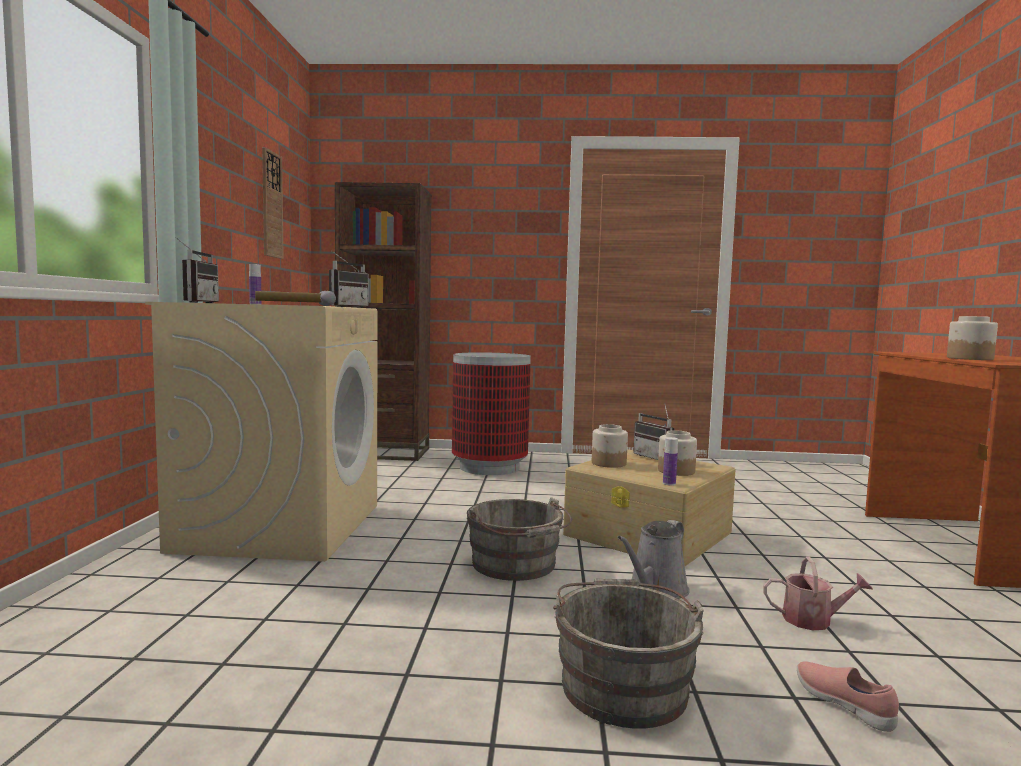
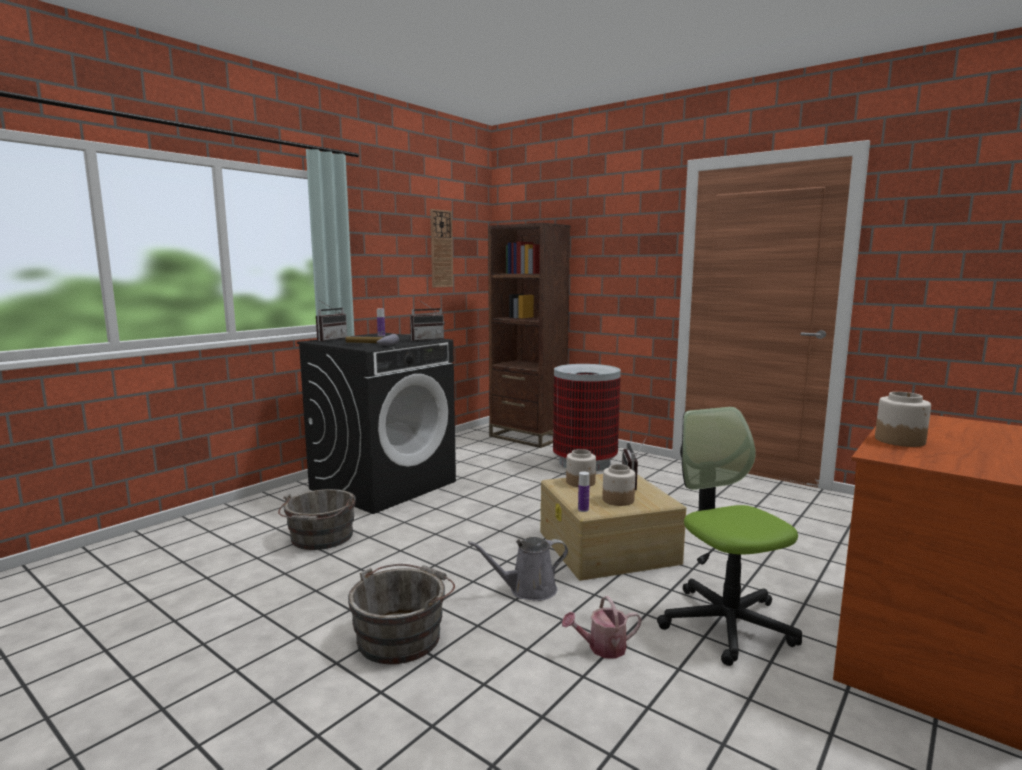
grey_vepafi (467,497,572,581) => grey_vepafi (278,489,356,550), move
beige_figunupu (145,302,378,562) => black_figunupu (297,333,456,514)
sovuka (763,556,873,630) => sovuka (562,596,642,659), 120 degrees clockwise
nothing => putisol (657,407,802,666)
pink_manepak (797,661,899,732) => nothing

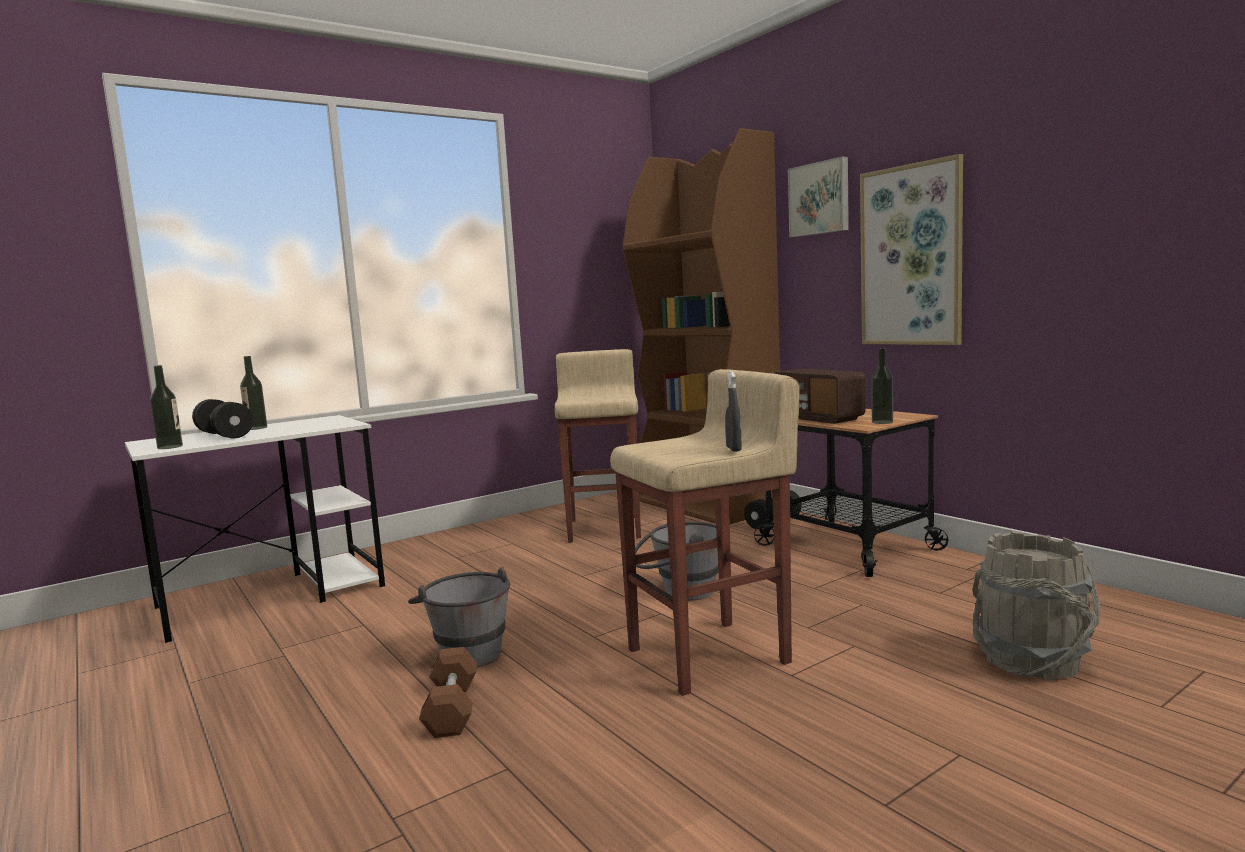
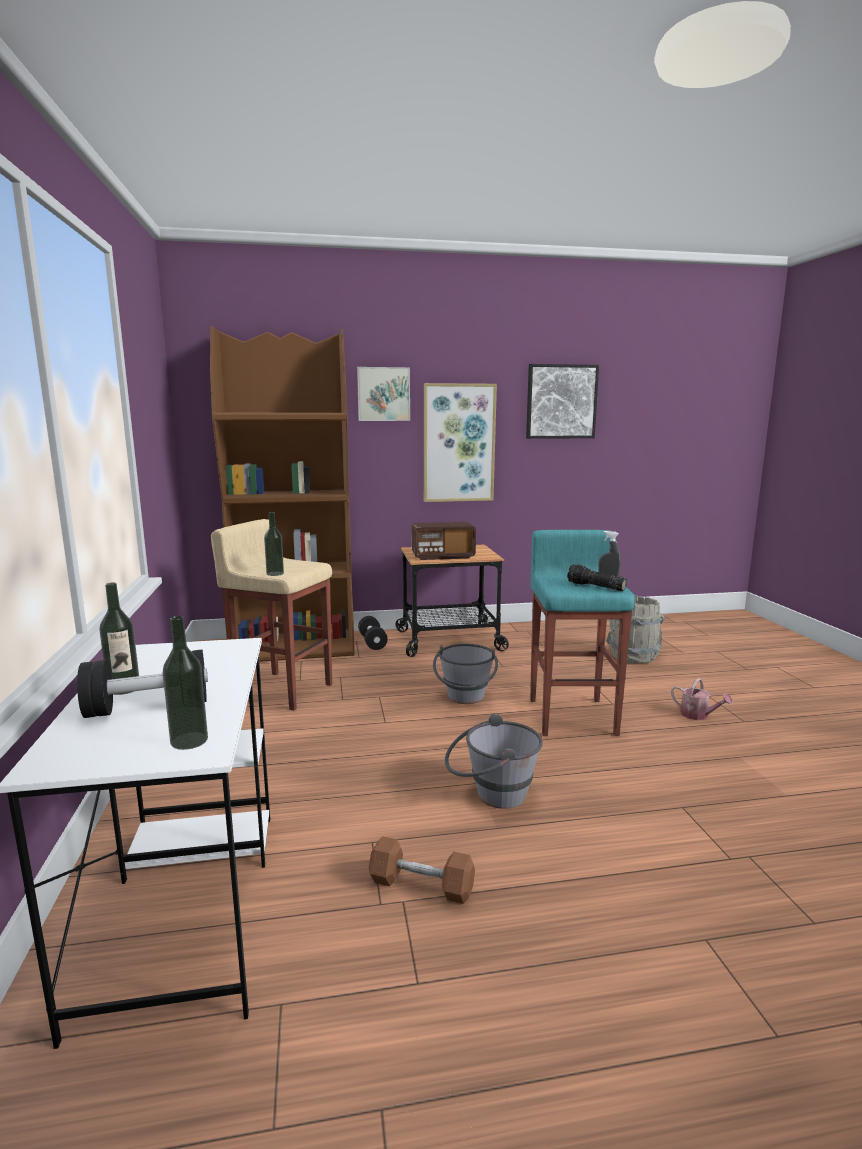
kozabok (871,348,893,424) => kozabok (264,512,284,576), move
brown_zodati (419,647,477,738) => brown_zodati (369,836,475,904), move
nothing => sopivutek (526,364,599,439)
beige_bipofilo (610,369,800,696) => turquoise_bipofilo (530,530,635,736)
nothing => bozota (567,564,627,591)
nothing => sovuka (671,678,733,720)

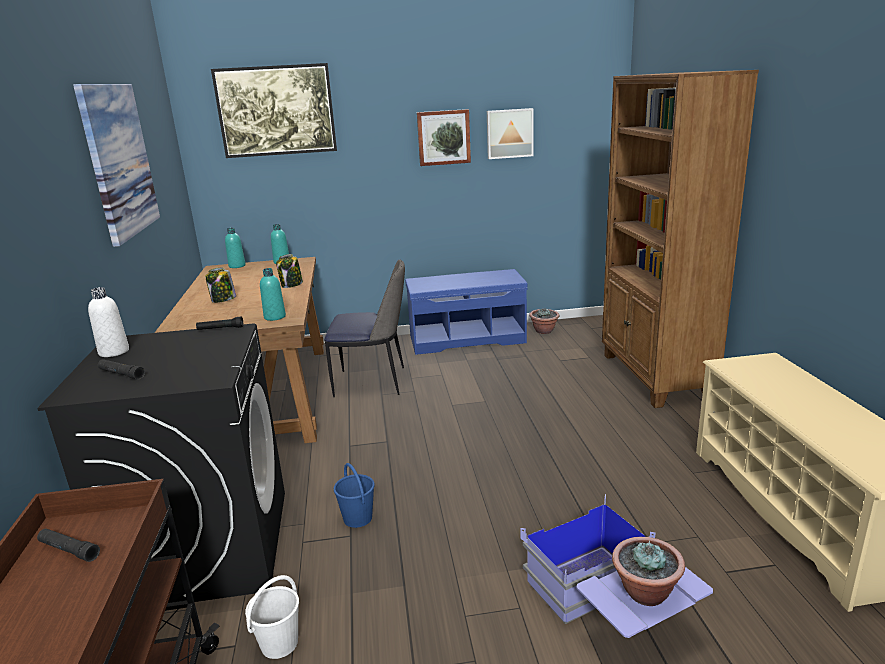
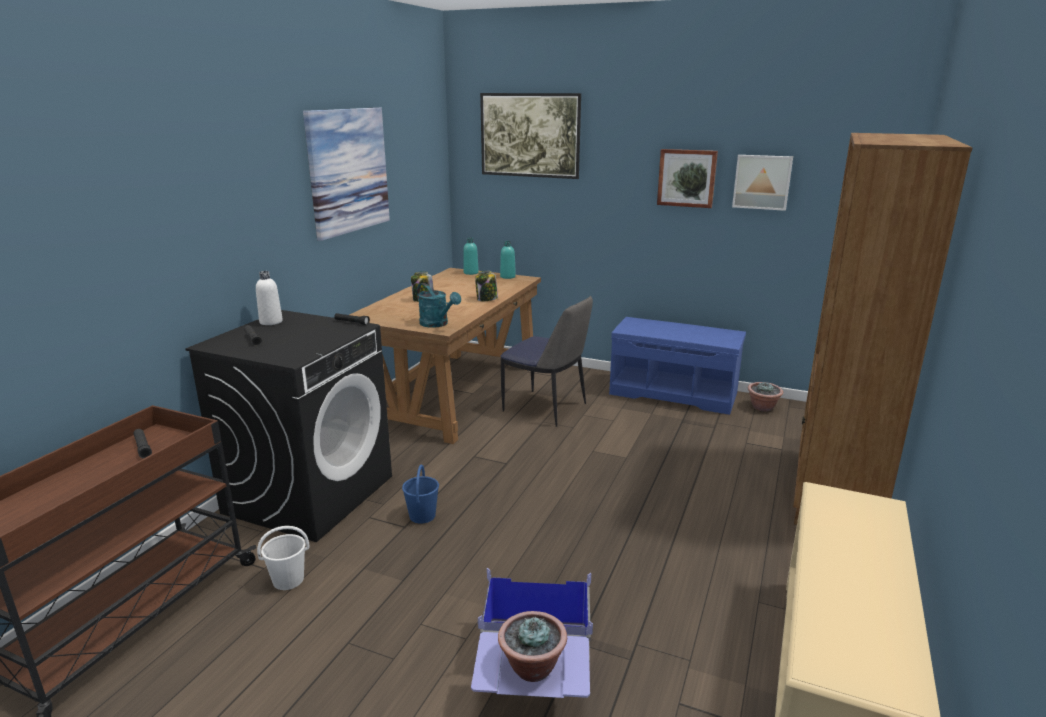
turquoise_kozabok (260,268,286,321) => turquoise_sovuka (417,283,461,328)

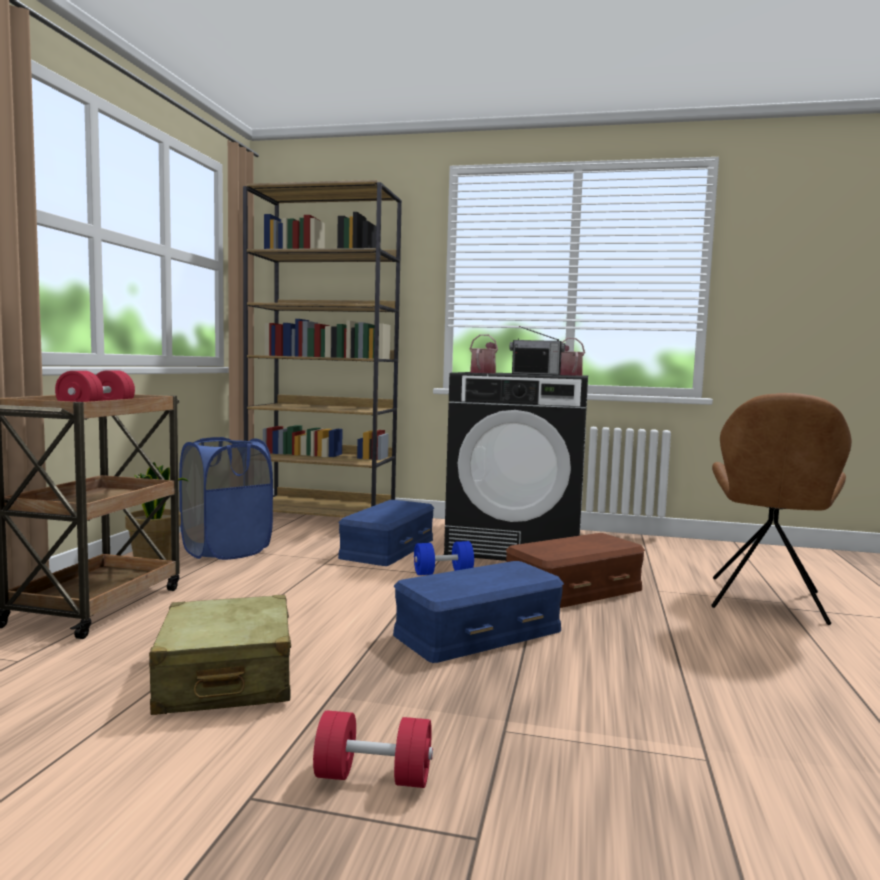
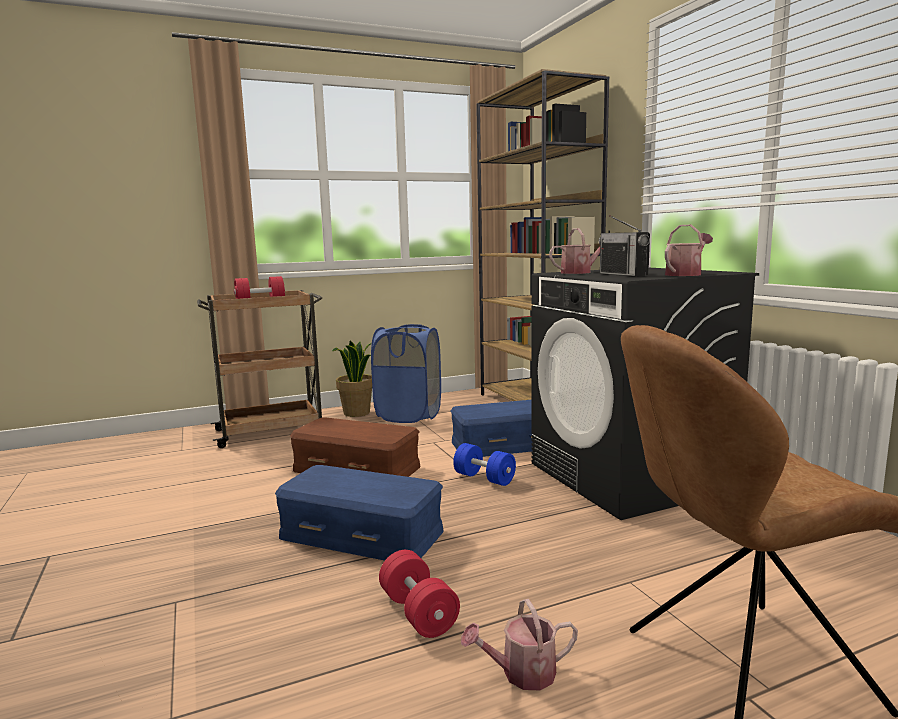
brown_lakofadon (505,533,645,608) => brown_lakofadon (290,418,420,477), move
red_zodati (313,710,433,788) => red_zodati (379,550,460,638), move
nothing => sovuka (461,599,578,690)
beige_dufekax (149,595,291,715) => nothing

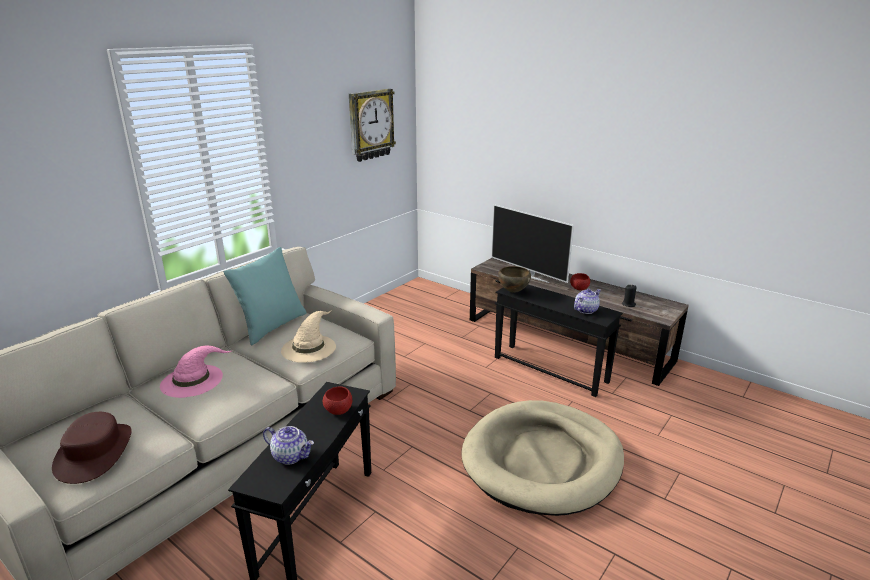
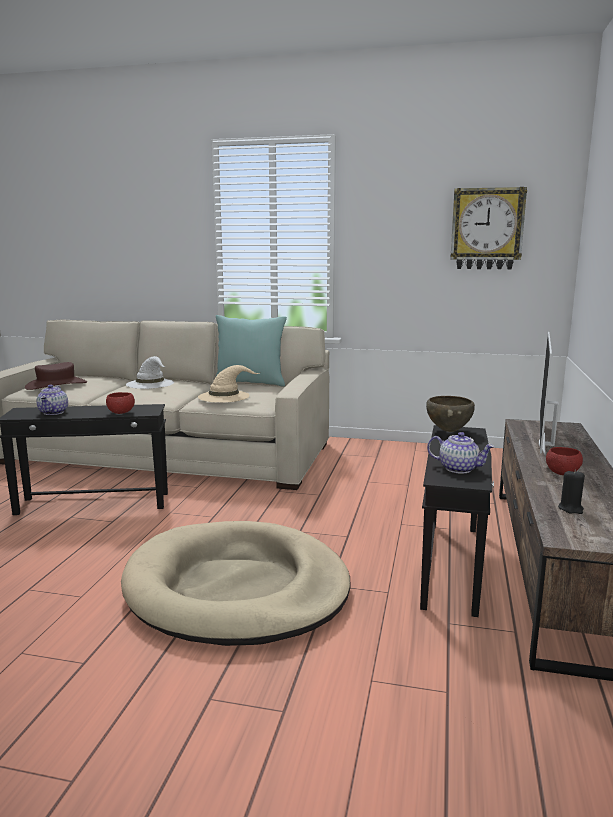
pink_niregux (160,345,232,398) => white_niregux (126,356,174,389)

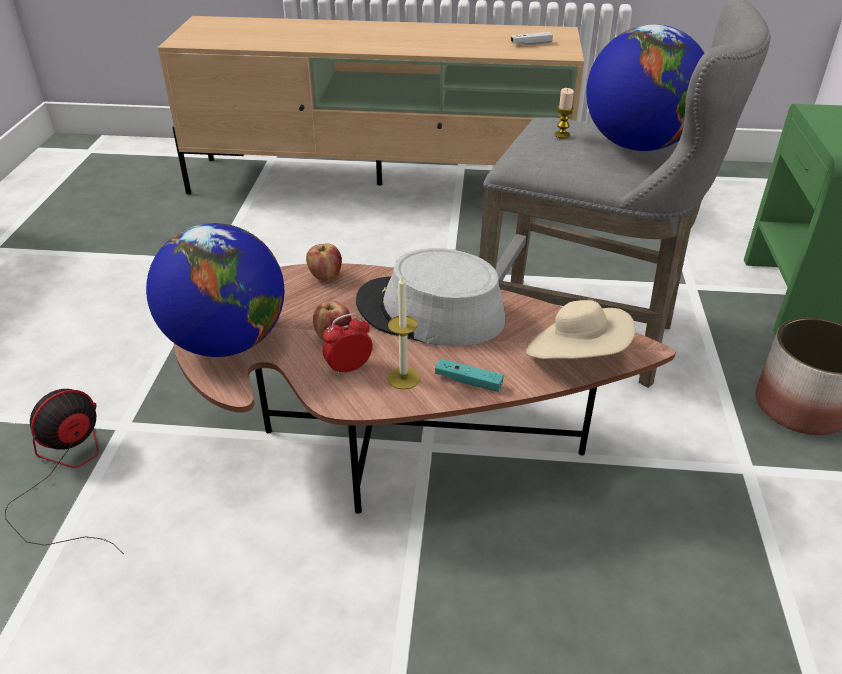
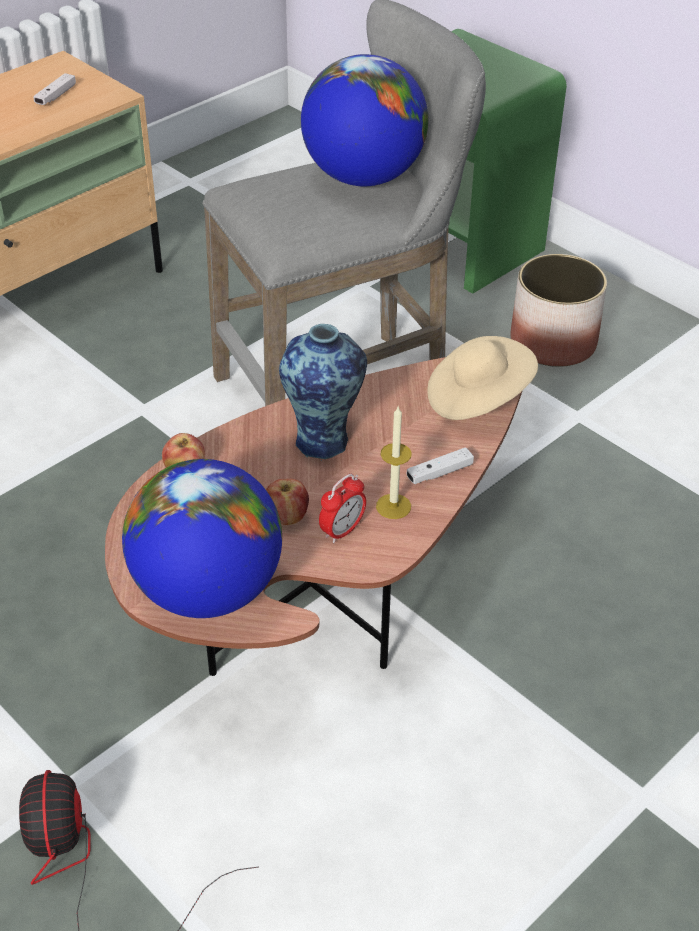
grey_niregux (356,248,506,346) => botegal (279,324,367,461)
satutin (323,313,373,376) => satutin (319,474,366,543), 150 degrees counterclockwise
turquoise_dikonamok (435,359,504,392) => white_dikonamok (407,447,474,484)
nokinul (555,88,574,139) => nothing

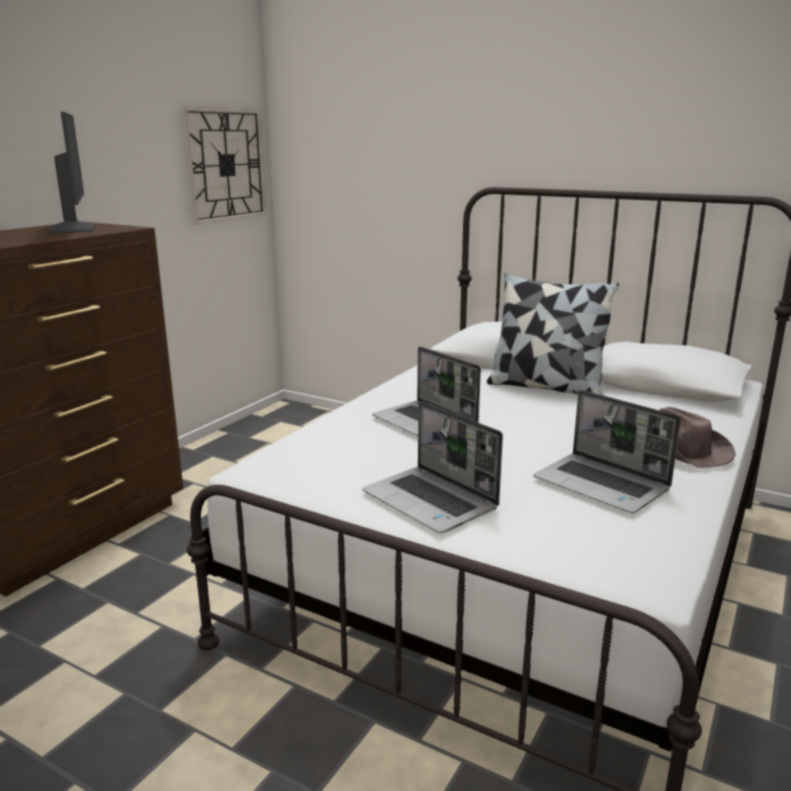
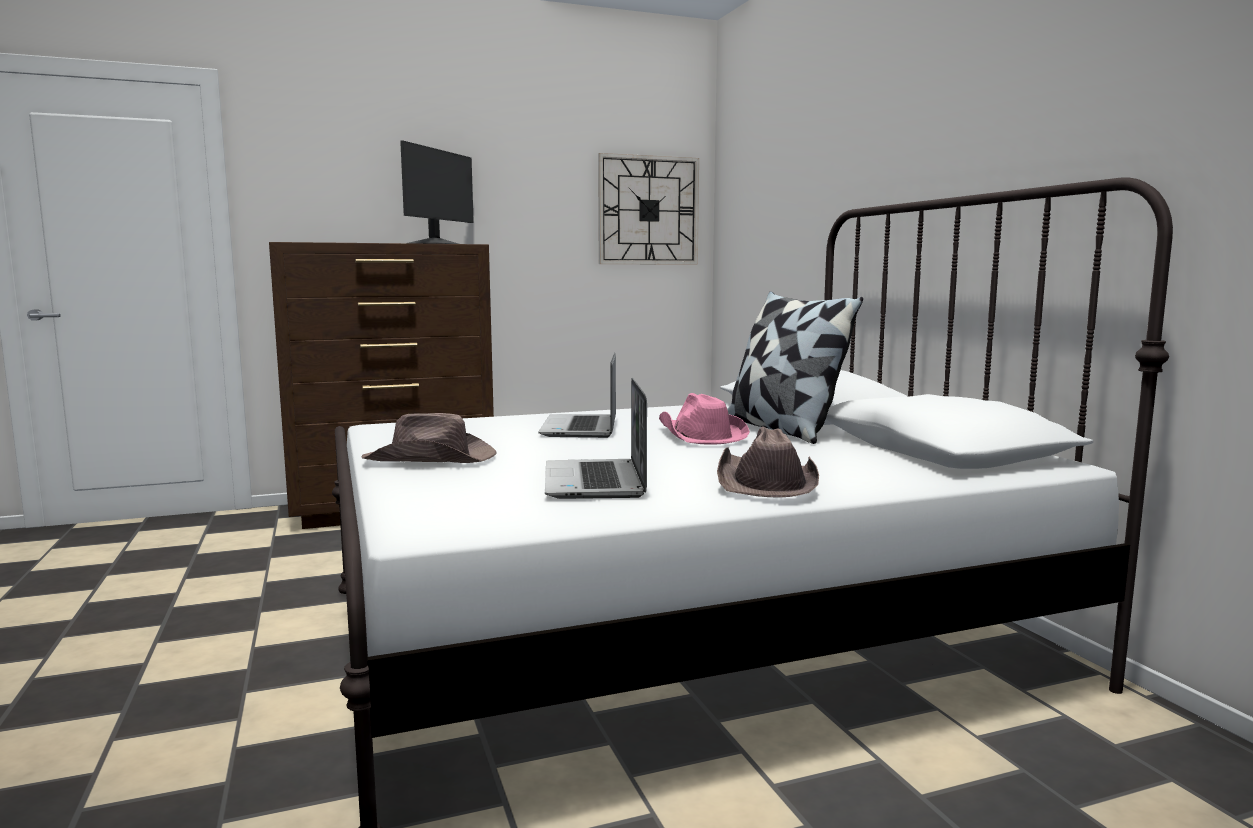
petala (362,401,503,533) => brown_niregux (361,413,496,463)
nothing => pink_niregux (659,393,750,445)

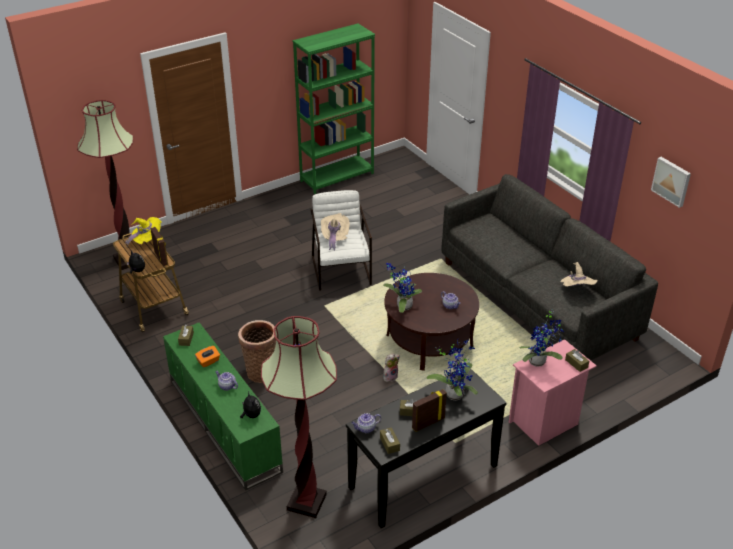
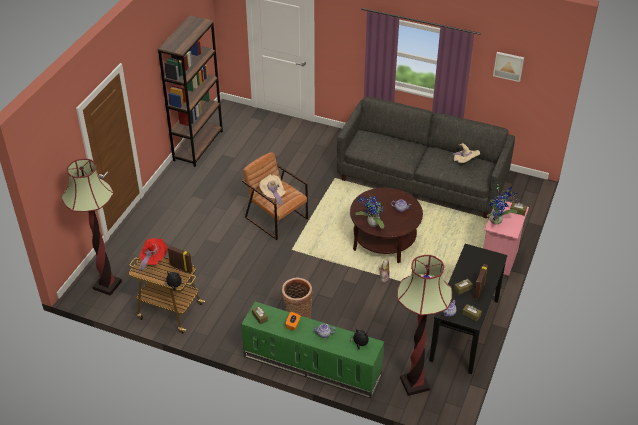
yellow_niregux (125,217,162,246) => red_niregux (139,238,167,272)
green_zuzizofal (293,24,375,194) => brown_zuzizofal (158,15,223,167)
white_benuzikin (310,190,372,291) => brown_benuzikin (242,152,308,240)
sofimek (426,341,478,401) => nothing

